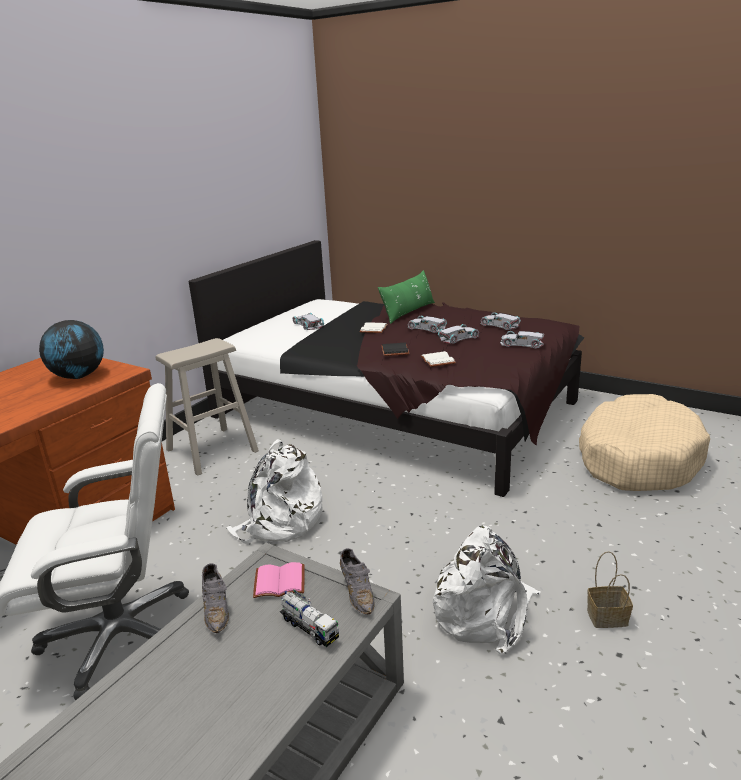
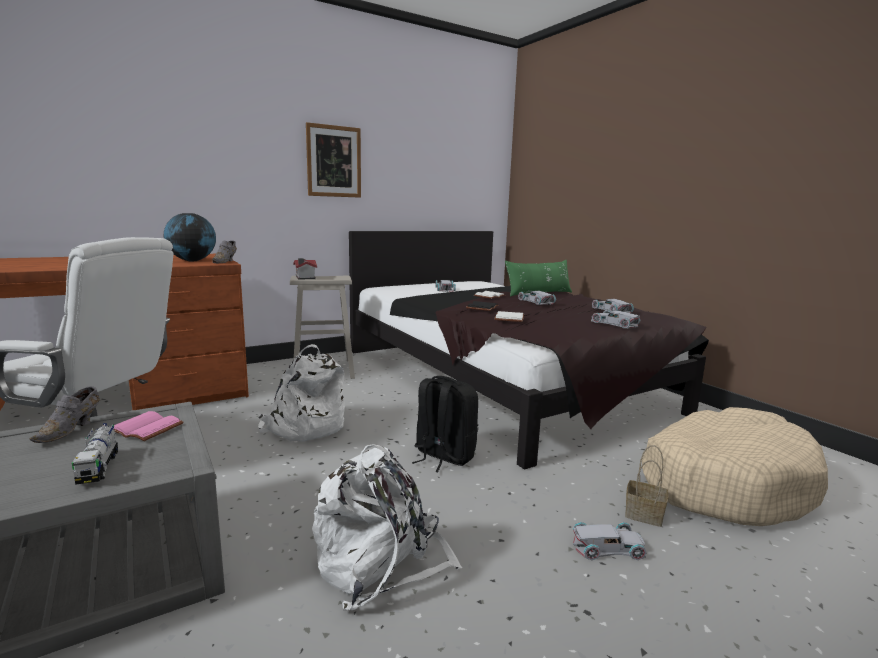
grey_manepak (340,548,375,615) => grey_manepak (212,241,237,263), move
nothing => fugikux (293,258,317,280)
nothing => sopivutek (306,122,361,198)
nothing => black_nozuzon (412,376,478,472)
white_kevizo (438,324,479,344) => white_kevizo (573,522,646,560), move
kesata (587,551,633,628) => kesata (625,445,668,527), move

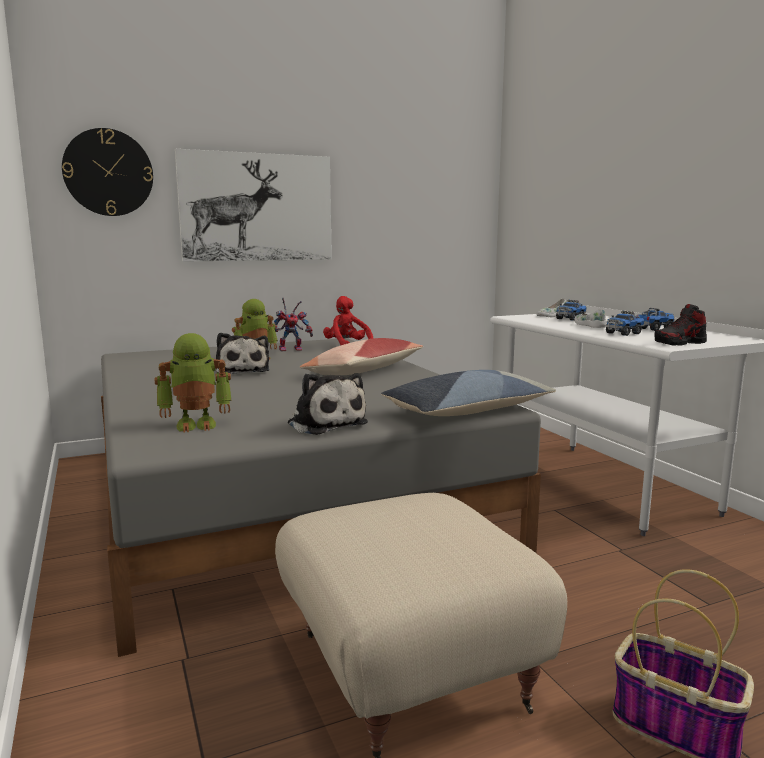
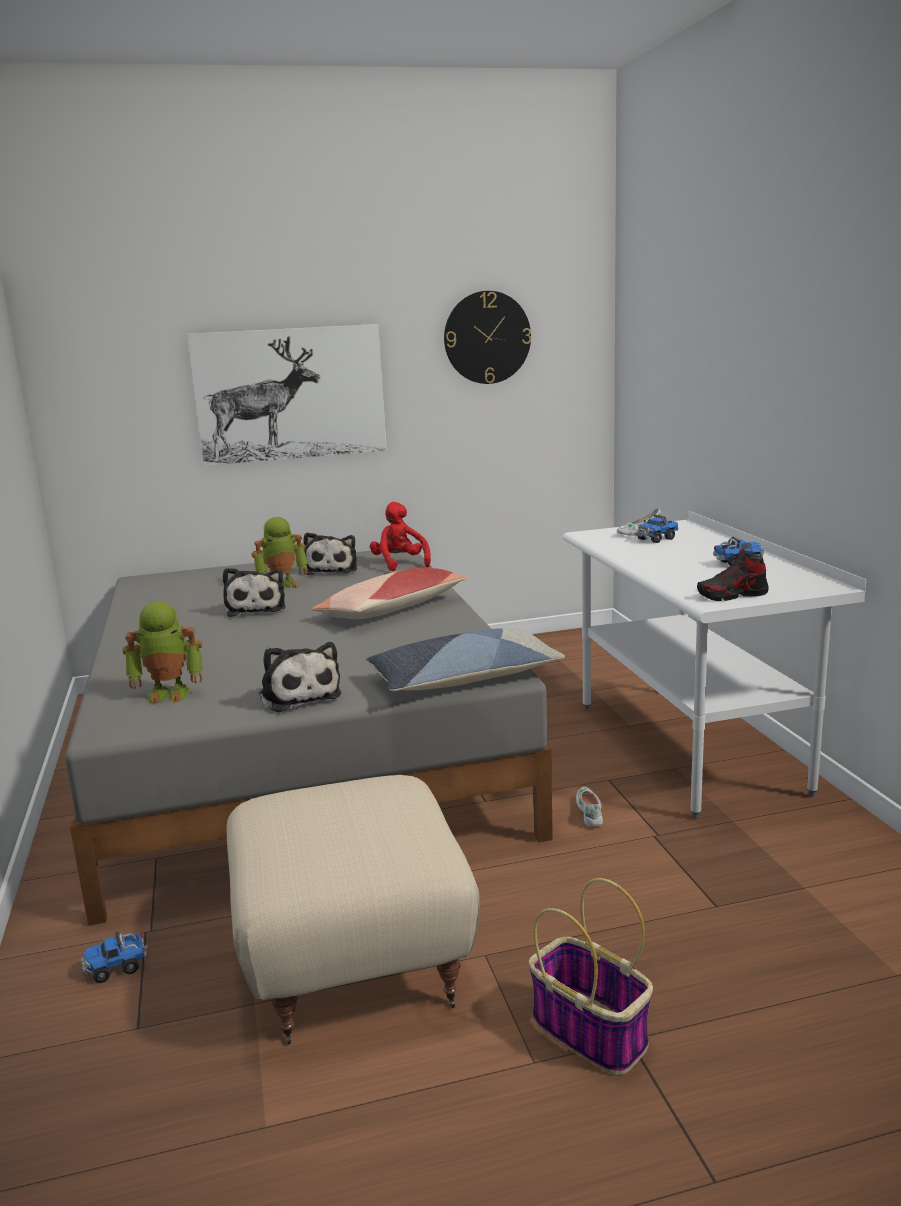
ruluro (606,311,645,336) => ruluro (81,932,148,983), move
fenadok (274,298,313,351) => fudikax (303,532,357,575)
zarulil (62,128,153,216) => zarulil (444,291,531,384), move
white_manepak (574,309,607,328) => white_manepak (576,787,603,826), move

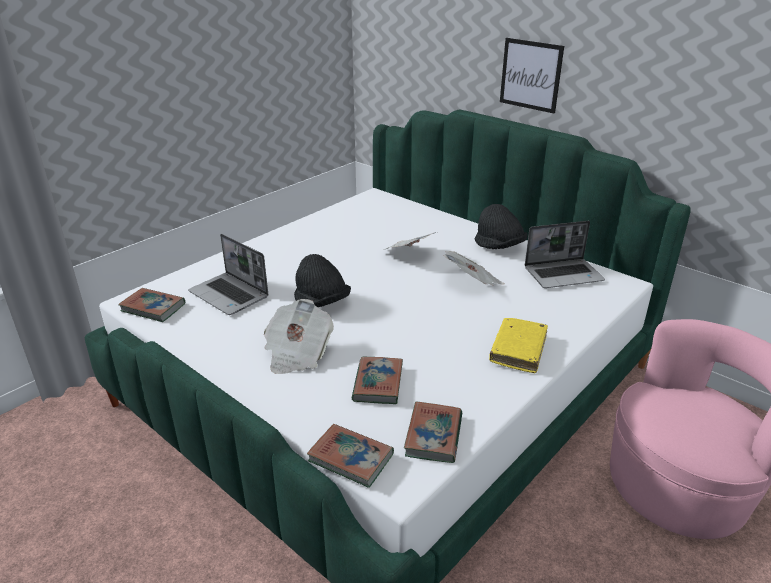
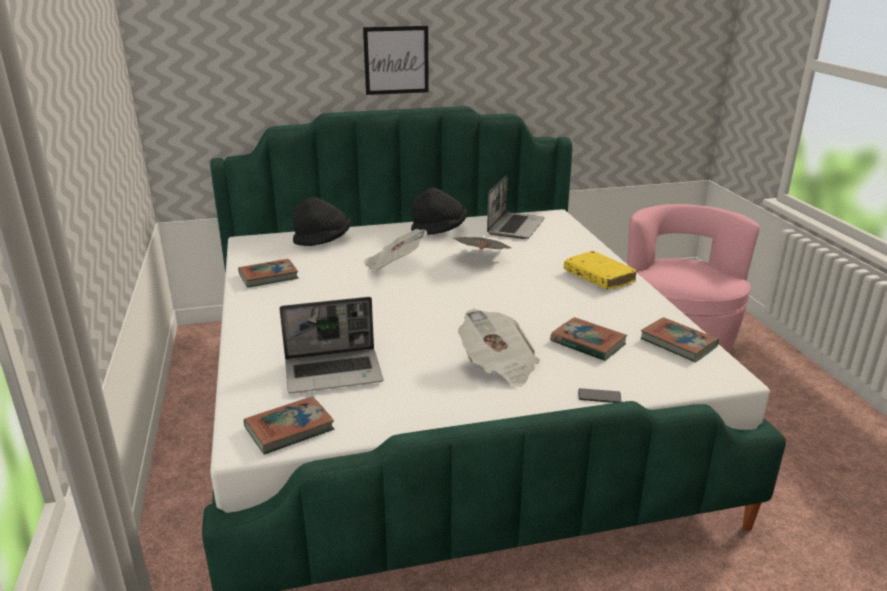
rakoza (307,424,394,488) => rakoza (238,259,299,288), move
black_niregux (294,254,351,307) => black_niregux (293,197,351,246), move
nothing => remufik (578,388,622,403)

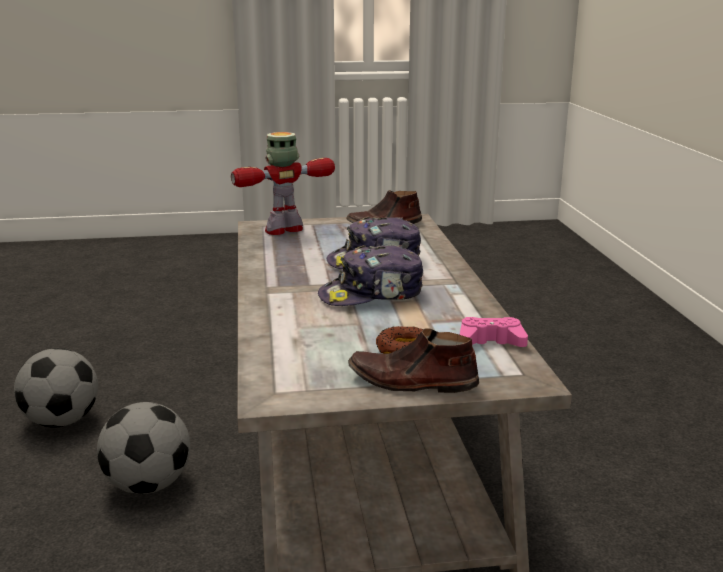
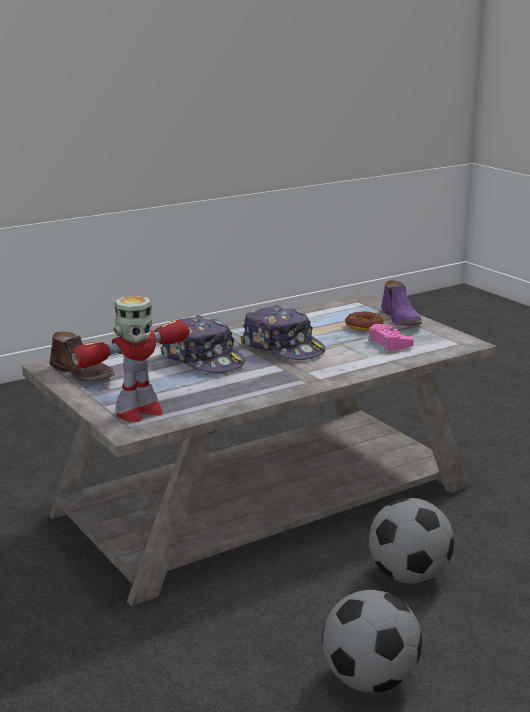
fenadok (231,132,335,235) => fenadok (72,296,190,422), 75 degrees counterclockwise
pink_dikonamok (460,317,528,347) => pink_dikonamok (368,324,414,351), move
brown_manepak (348,328,479,393) => purple_manepak (381,280,422,326)

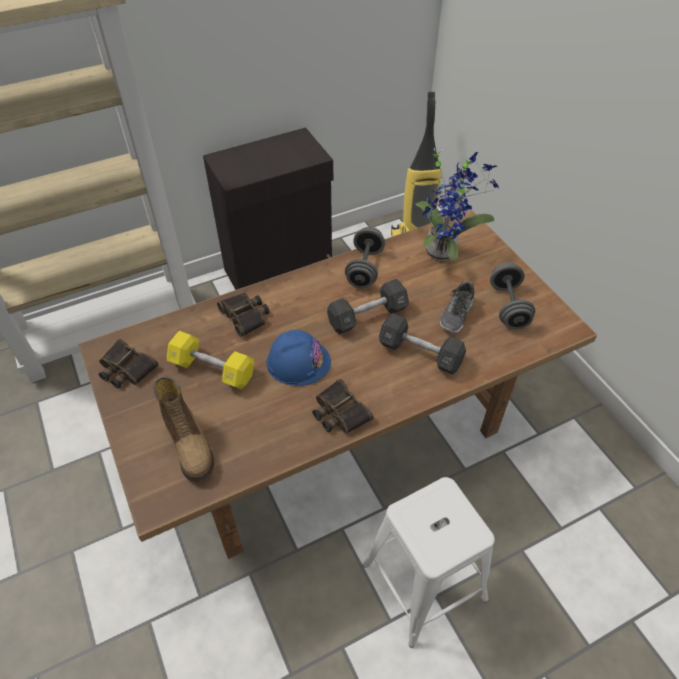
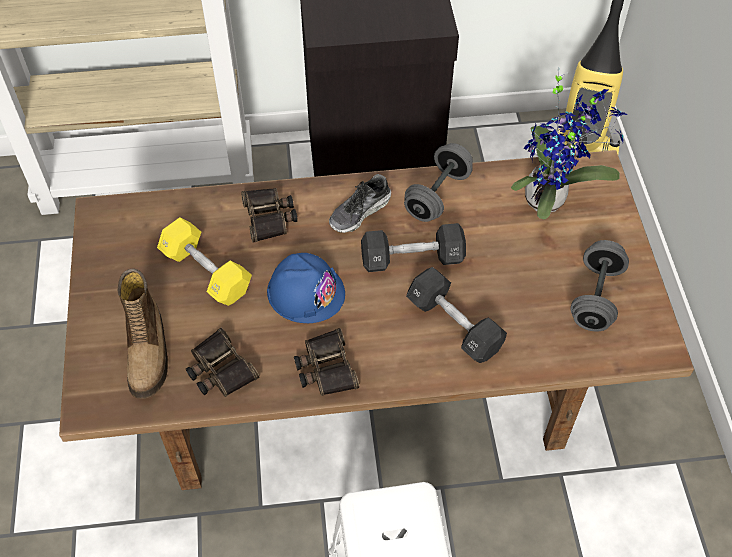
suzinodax (99,339,159,389) => suzinodax (186,328,259,397), move
manepak (440,281,474,333) => manepak (329,174,391,233), move

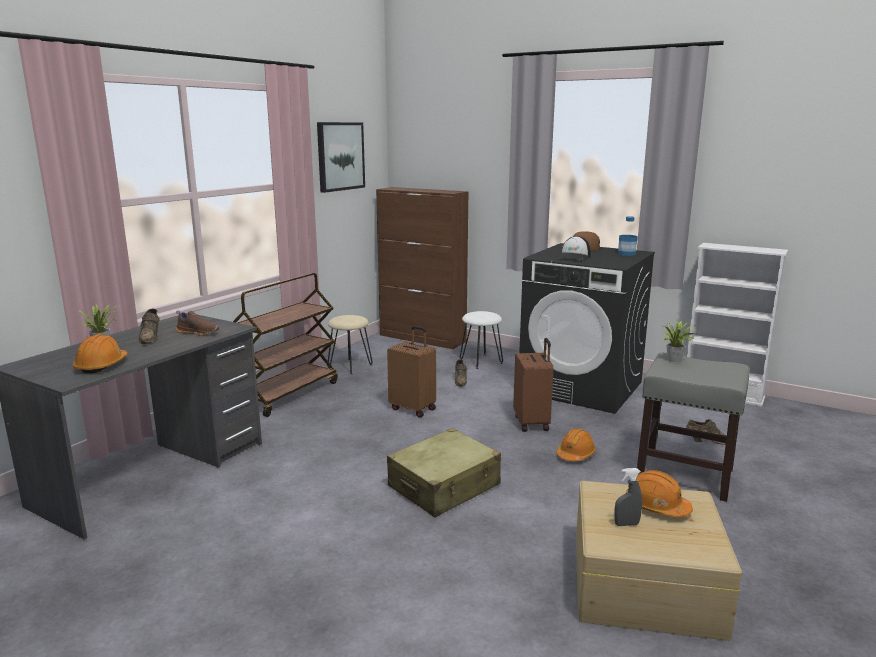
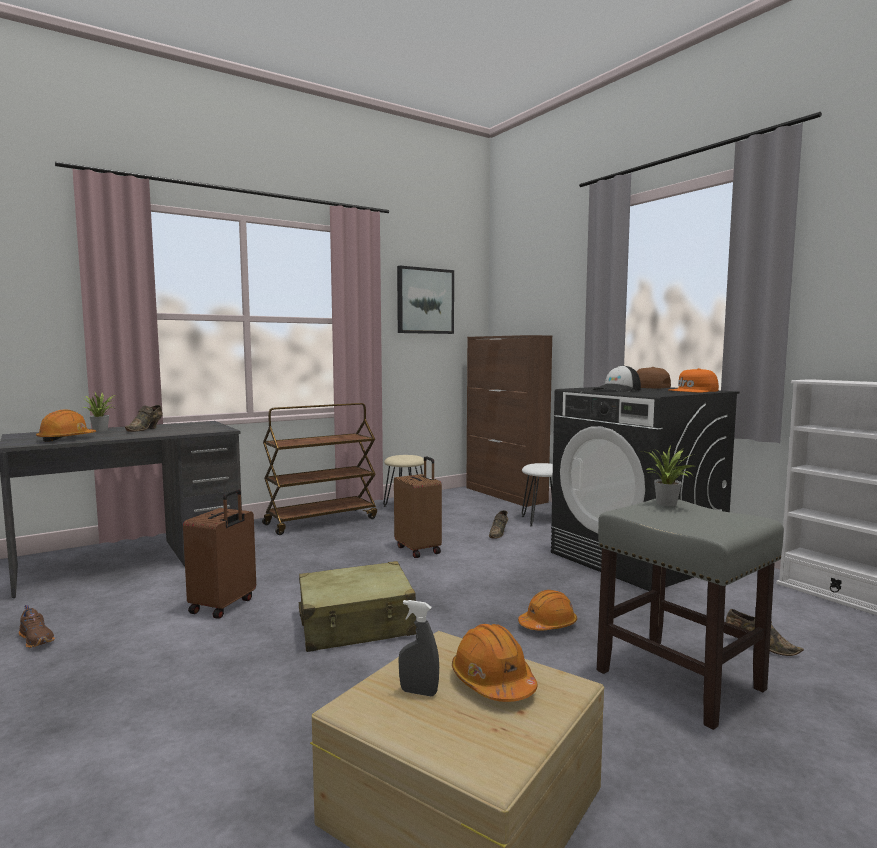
brown_manepak (176,311,219,336) => brown_manepak (19,605,55,648), move
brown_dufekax (513,338,554,432) => brown_dufekax (183,489,256,619), move
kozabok (618,216,638,256) => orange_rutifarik (669,368,719,393)

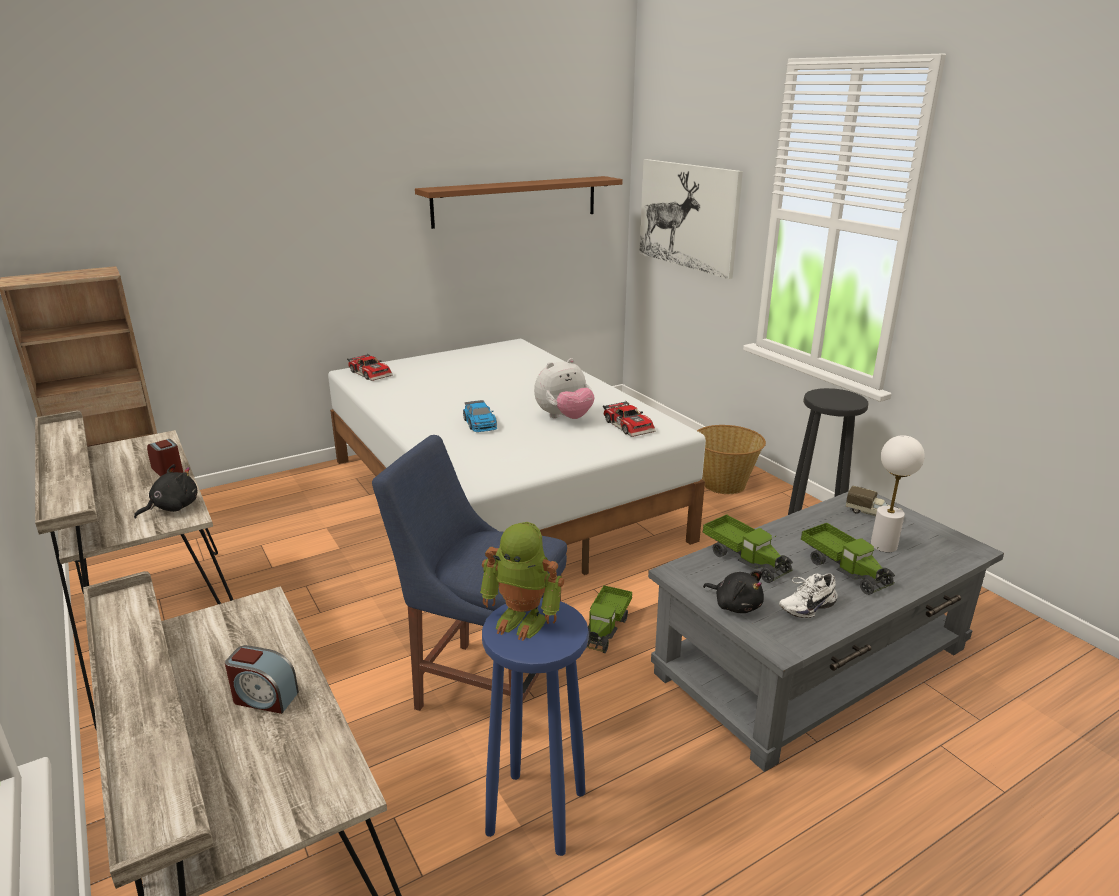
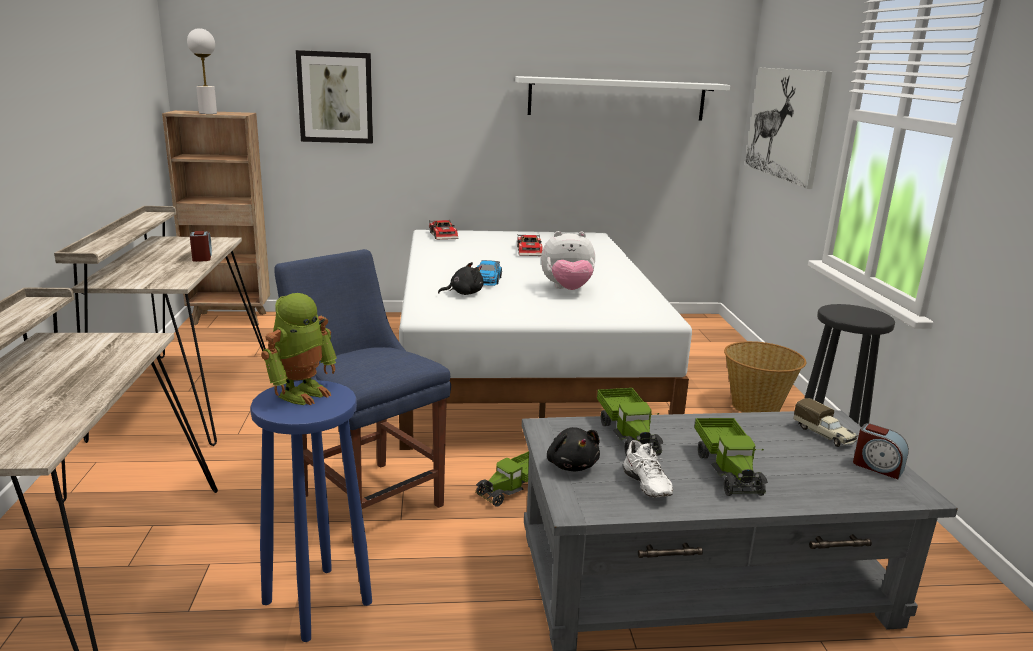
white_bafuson (871,435,925,552) => white_bafuson (187,28,217,114), move
fenadok (480,522,564,641) => fenadok (261,293,337,405), 105 degrees counterclockwise
nothing => sopivutek (296,50,373,144)
black_fudikax (134,464,197,519) => black_fudikax (438,262,483,295), move
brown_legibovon (415,176,623,229) => white_legibovon (515,76,730,121)
kevizo (603,401,656,437) => kevizo (517,234,543,256), move
white_manepak (779,573,838,618) => white_manepak (623,440,673,497), 105 degrees counterclockwise
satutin (225,645,299,714) => satutin (853,423,909,479), move

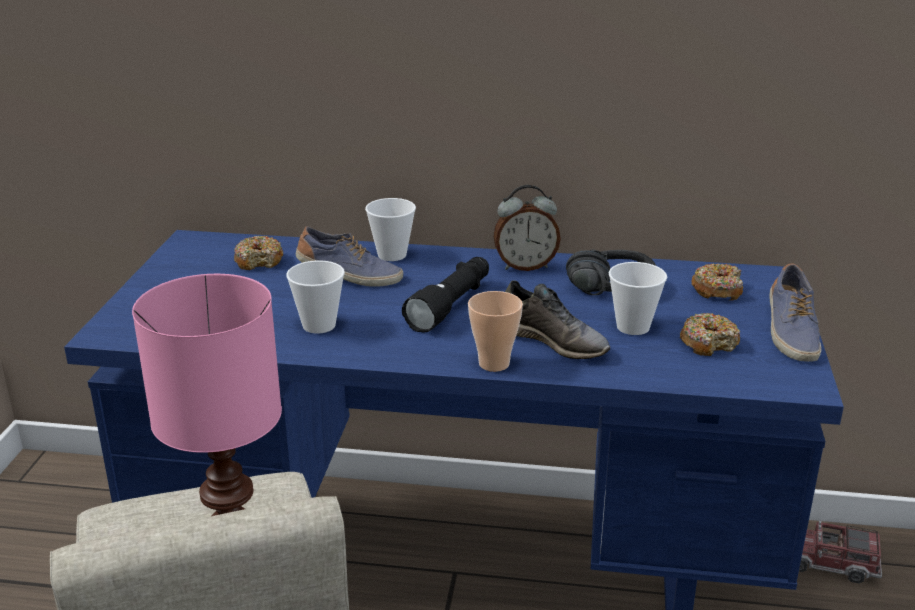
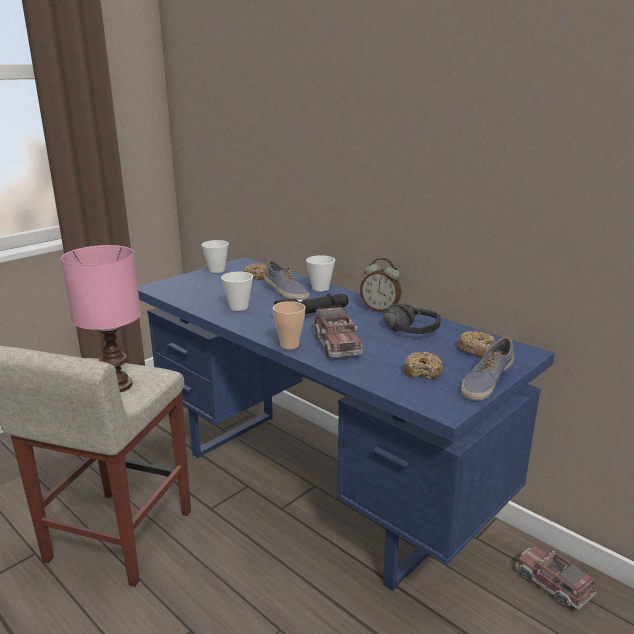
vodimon (609,262,667,335) => vodimon (202,240,229,273), move
grey_manepak (505,280,610,359) => ruluro (312,305,363,358)

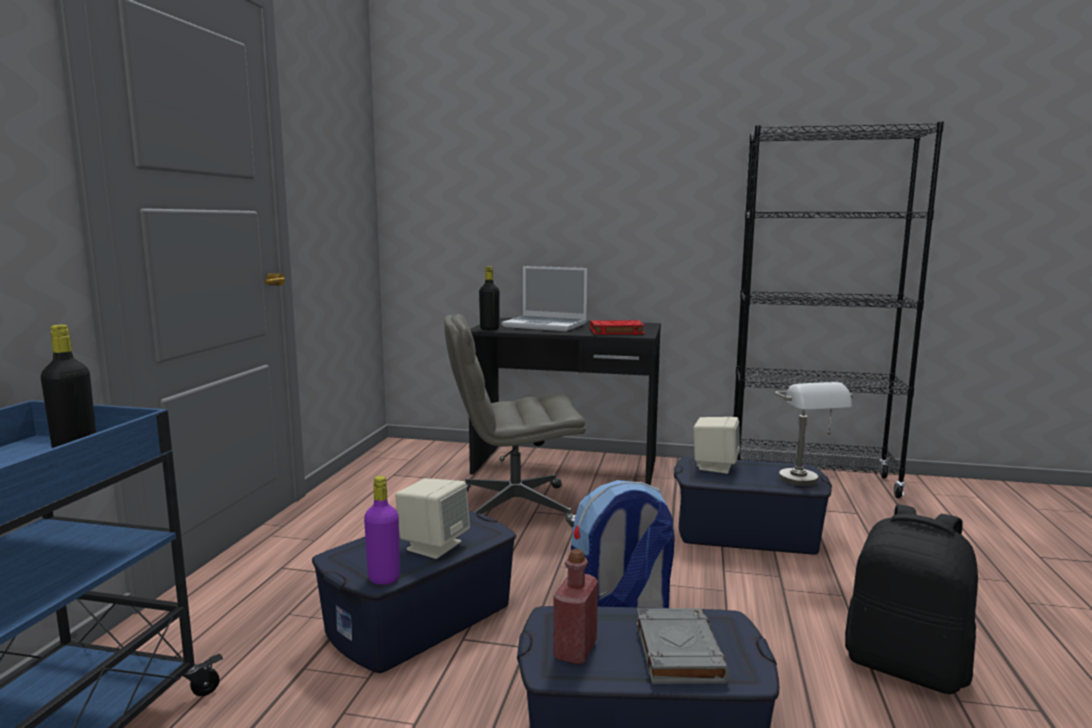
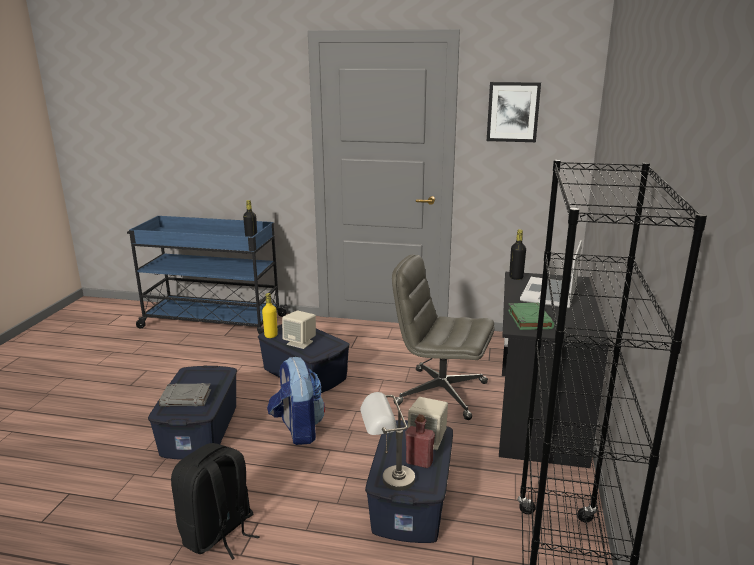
purple_kozabok (364,476,400,585) => yellow_kozabok (262,293,278,338)
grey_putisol (444,314,586,527) => grey_putisol (392,254,495,420), 60 degrees counterclockwise
red_kozabok (553,549,598,665) => red_kozabok (405,414,435,468), move
nothing => sopivutek (487,82,541,142)
red_rakoza (590,320,645,335) => green_rakoza (508,303,554,330)

